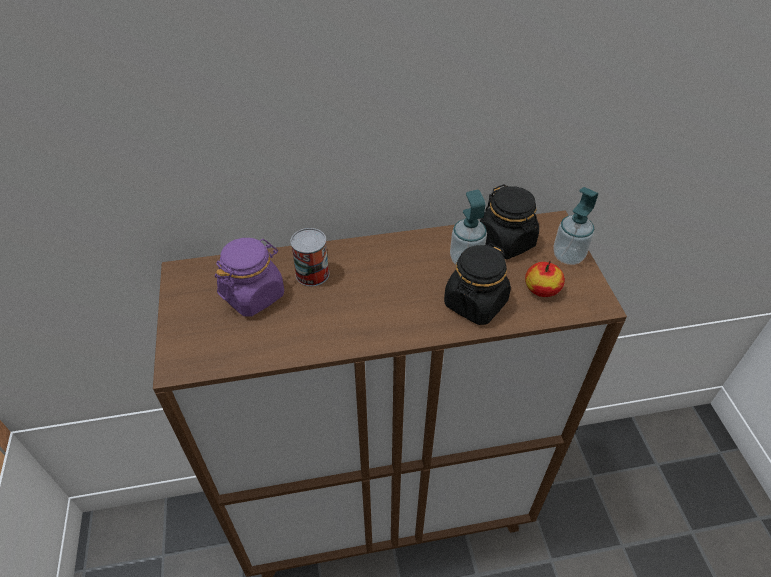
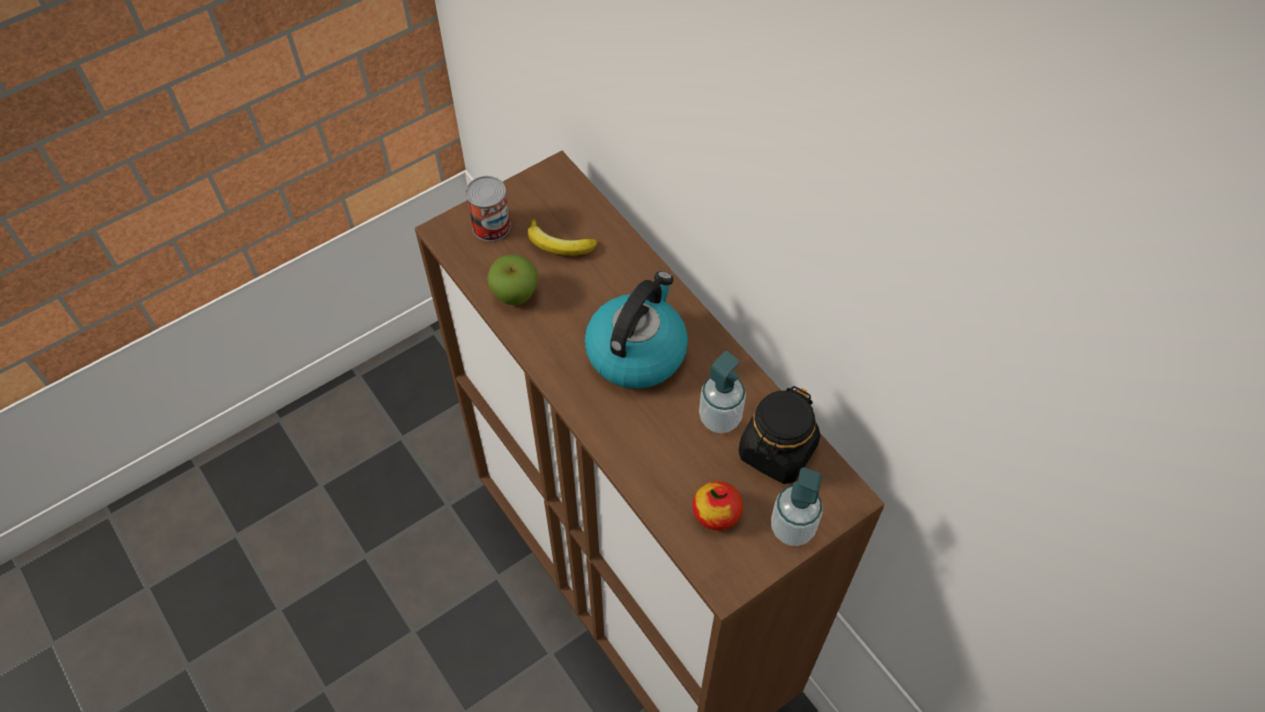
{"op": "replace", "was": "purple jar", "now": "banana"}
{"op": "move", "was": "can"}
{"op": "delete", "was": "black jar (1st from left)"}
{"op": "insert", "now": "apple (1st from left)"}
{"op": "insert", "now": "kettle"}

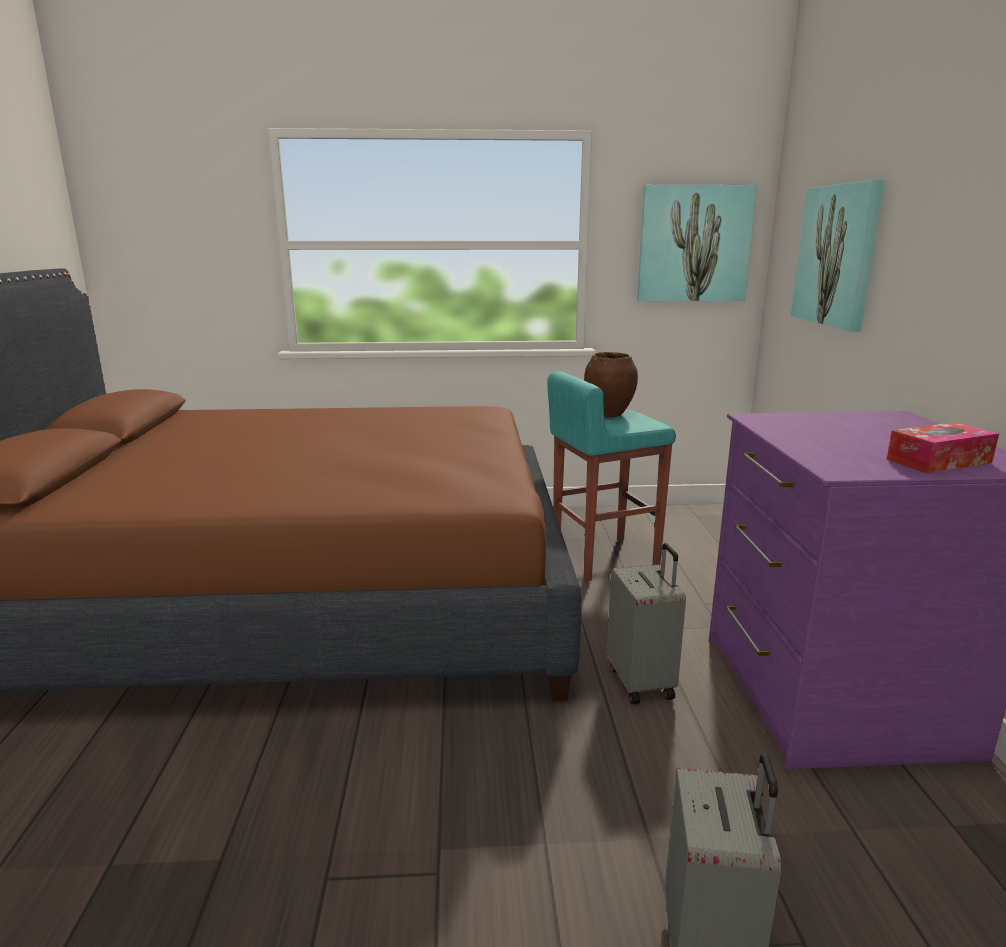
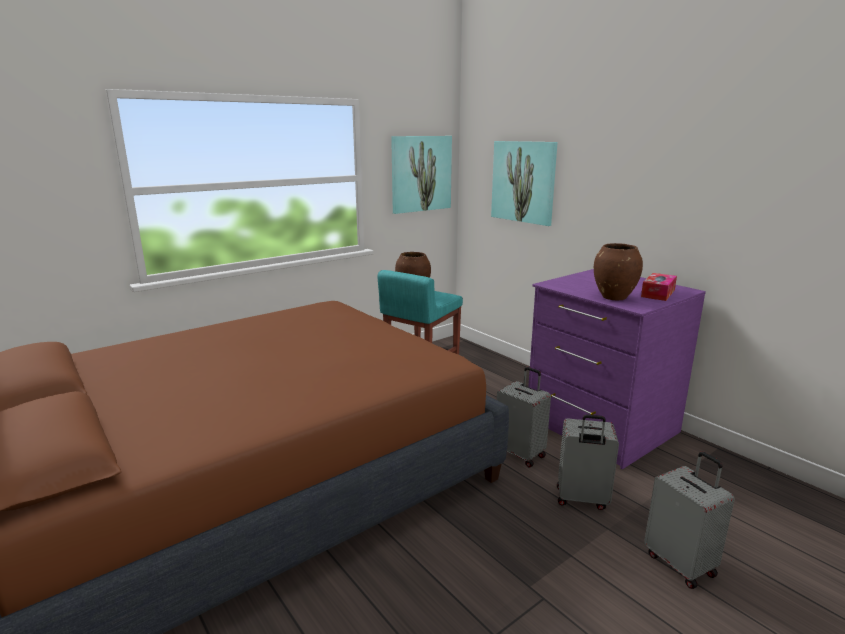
{"op": "insert", "now": "grey suitcase (2nd from left)"}
{"op": "insert", "now": "brown vase (2nd from left)"}

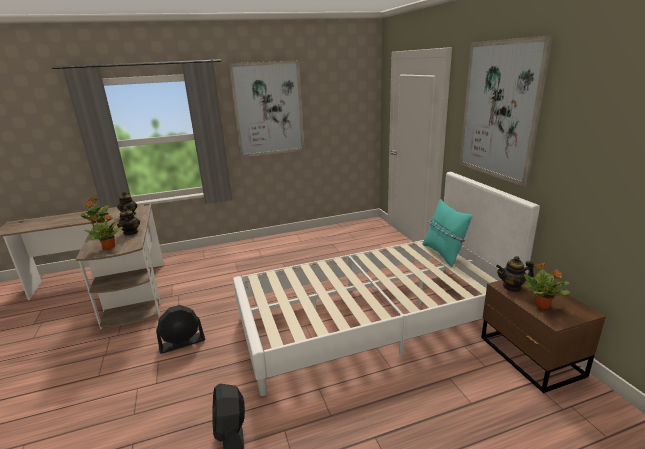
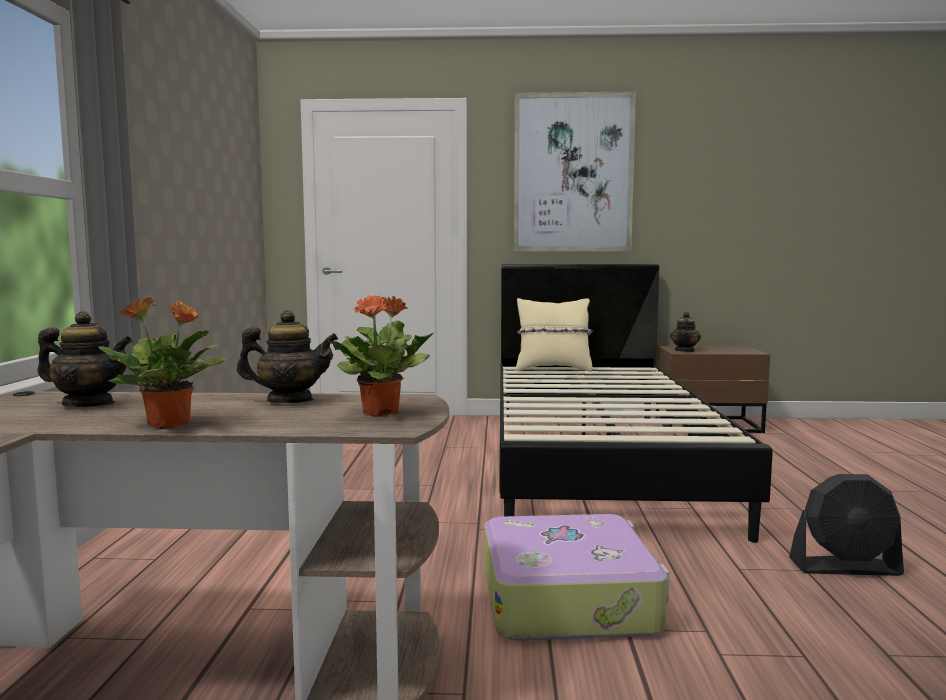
{"op": "replace", "was": "black fan (1st from left)", "now": "suitcase"}
{"op": "delete", "was": "picture (1st from left)"}
{"op": "recolor", "was": "white bed", "now": "black bed"}
{"op": "recolor", "was": "turquoise pillow", "now": "beige pillow"}
{"op": "delete", "was": "potted plant (3rd from left)"}

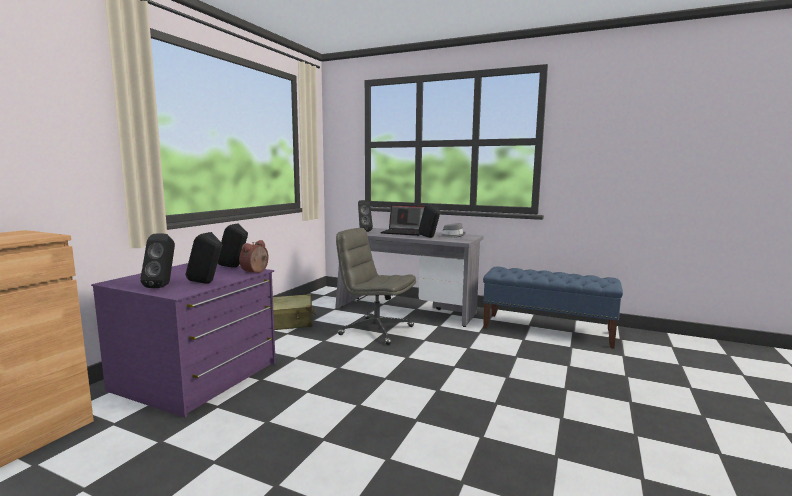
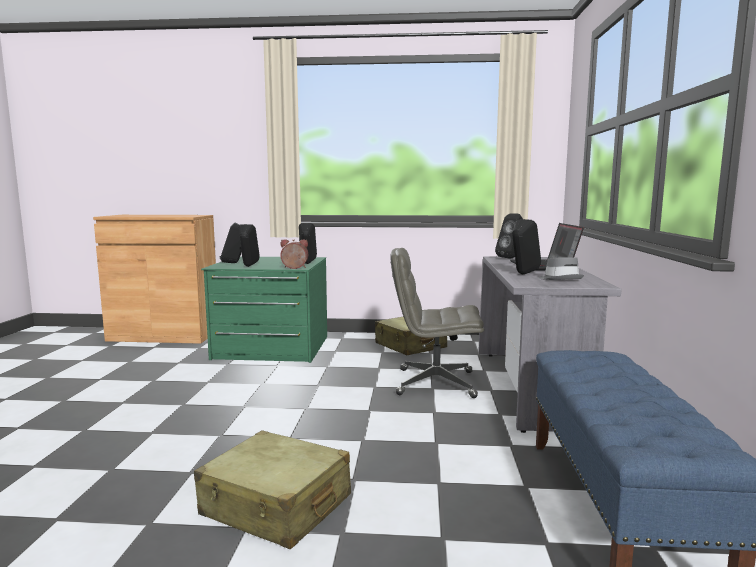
{"op": "recolor", "was": "purple dresser", "now": "green dresser"}
{"op": "rotate", "was": "grey office chair", "clockwise": -90}
{"op": "insert", "now": "beige suitcase (1st from left)"}

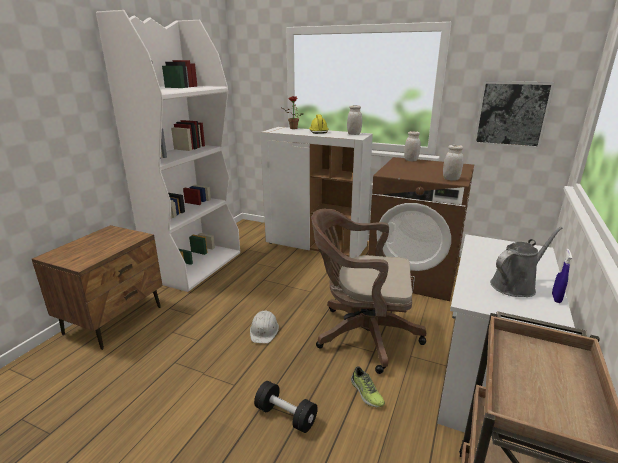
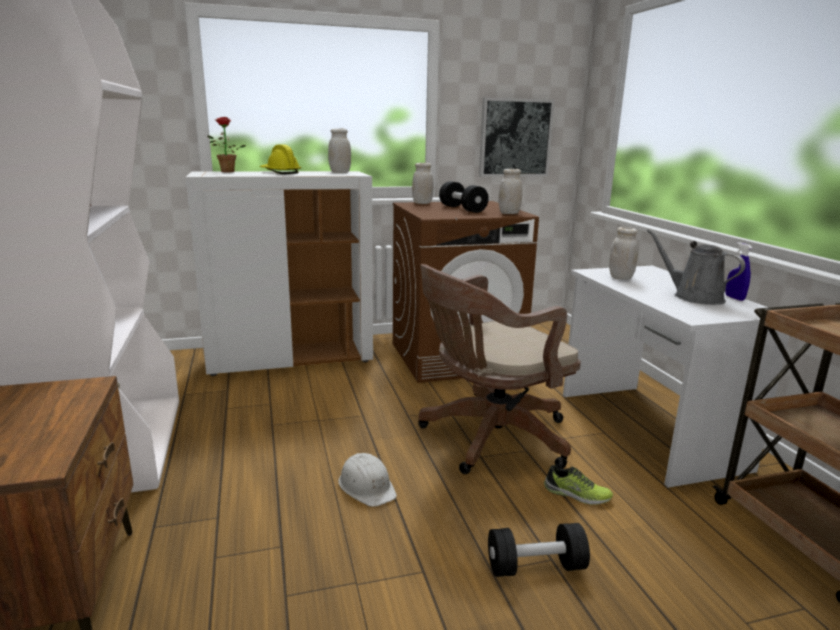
{"op": "rotate", "was": "grey watering can", "clockwise": -60}
{"op": "insert", "now": "black dumbbell (1st from left)"}
{"op": "insert", "now": "white jar (4th from left)"}

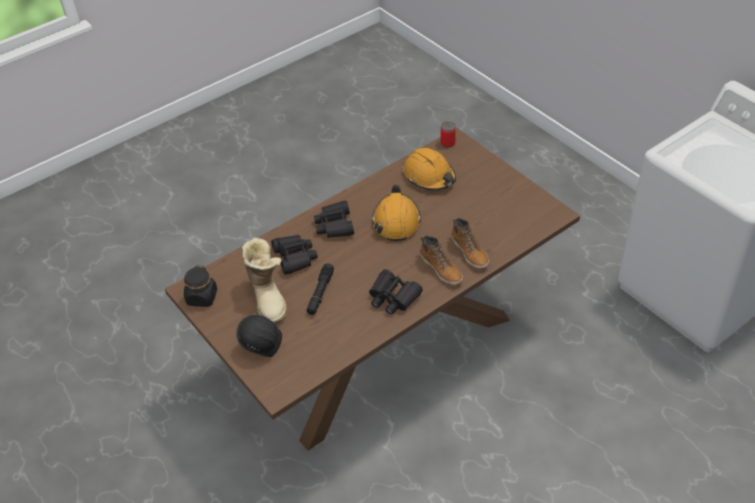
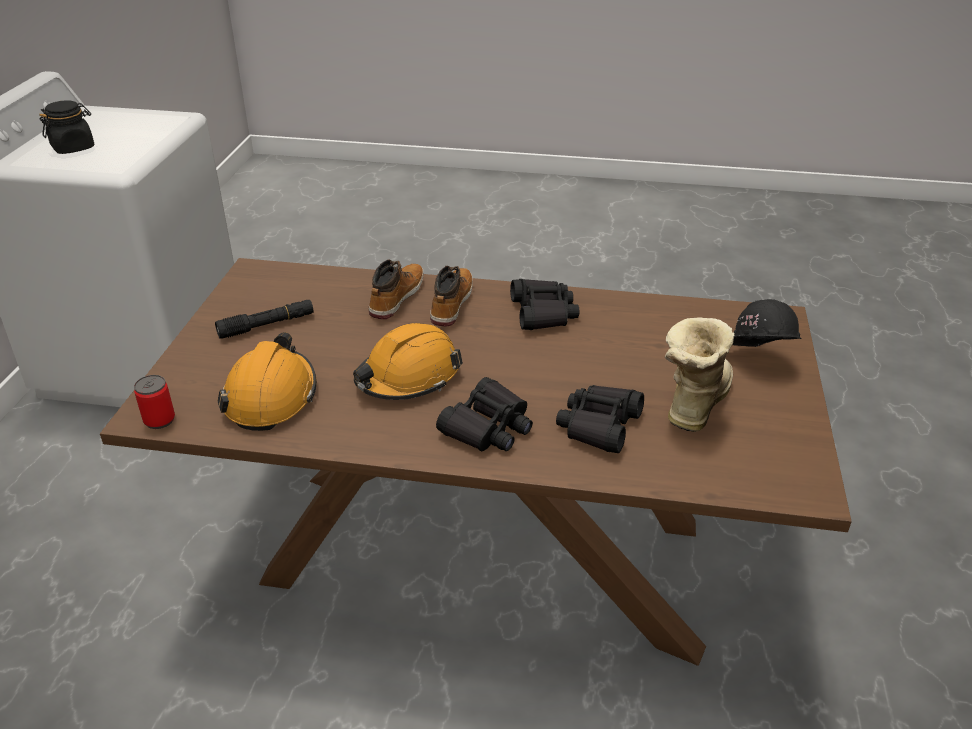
{"op": "move", "was": "black jar"}
{"op": "move", "was": "black flashlight"}

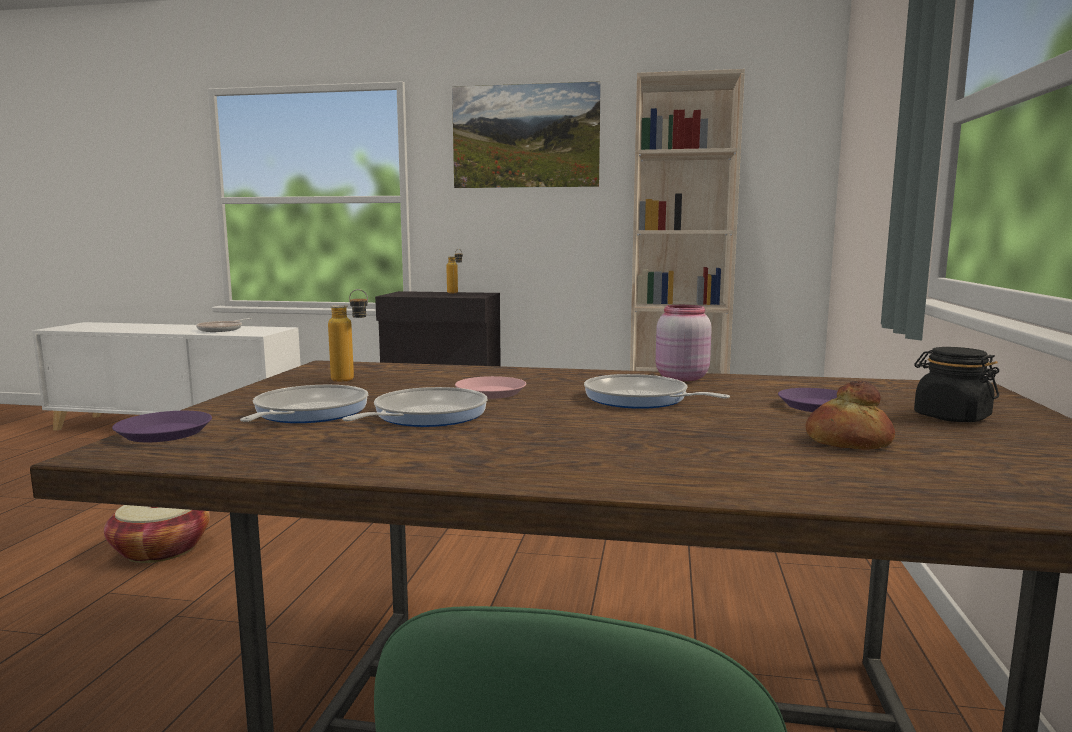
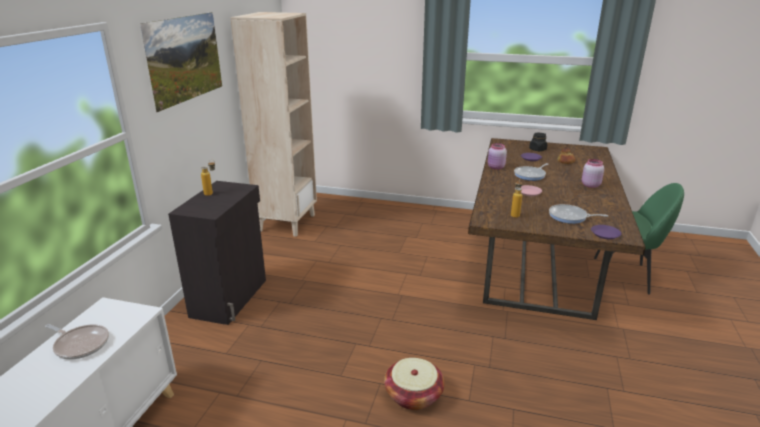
{"op": "delete", "was": "frying pan (3rd from left)"}
{"op": "insert", "now": "pink jar (2nd from left)"}

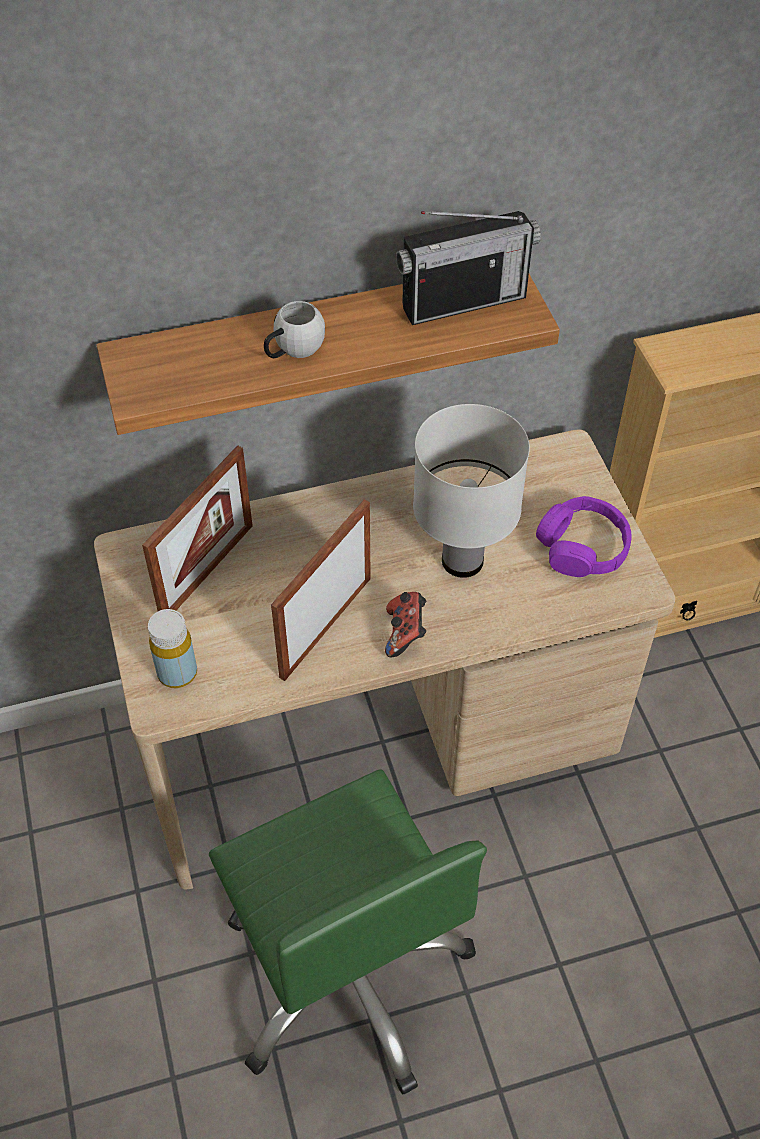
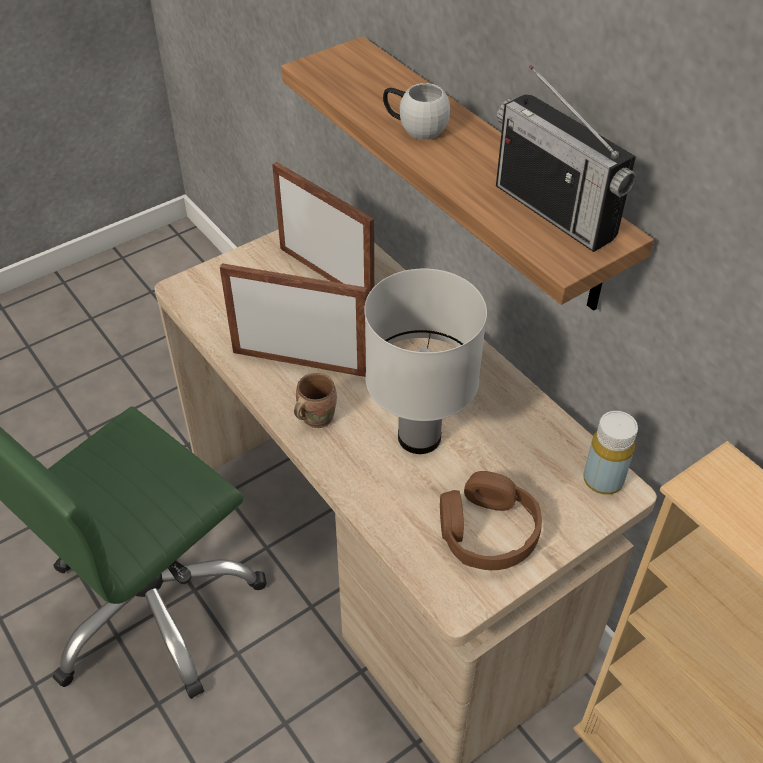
{"op": "rotate", "was": "picture frame (1st from left in the first image)", "clockwise": -150}
{"op": "move", "was": "yellow bottle"}
{"op": "replace", "was": "game controller", "now": "brown mug"}
{"op": "recolor", "was": "purple headphones", "now": "brown headphones"}

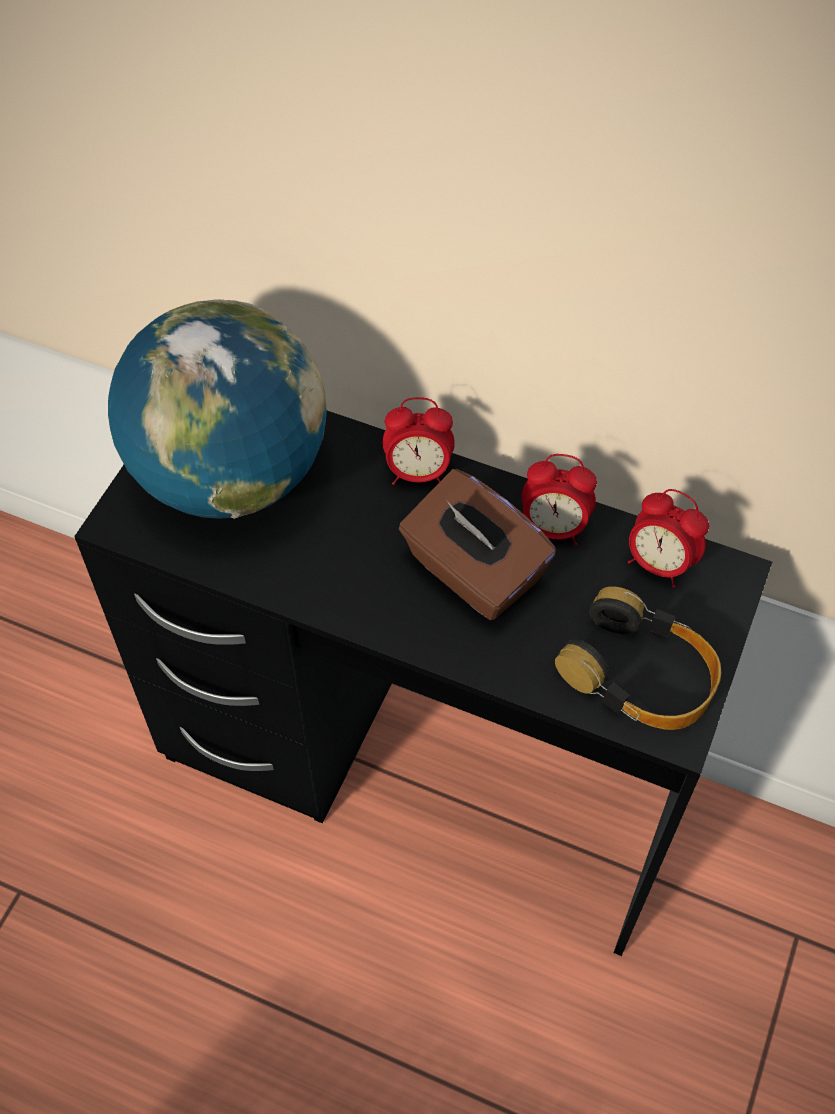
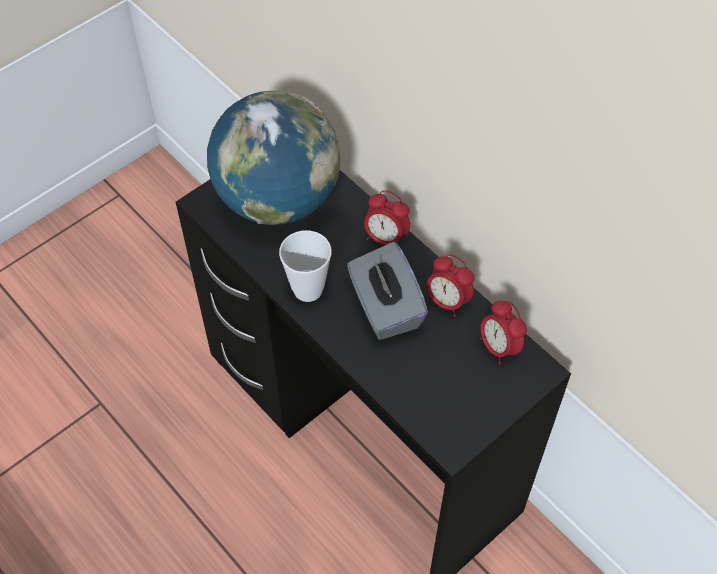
{"op": "recolor", "was": "brown tissue box", "now": "grey tissue box"}
{"op": "delete", "was": "headphones"}
{"op": "insert", "now": "cup"}

